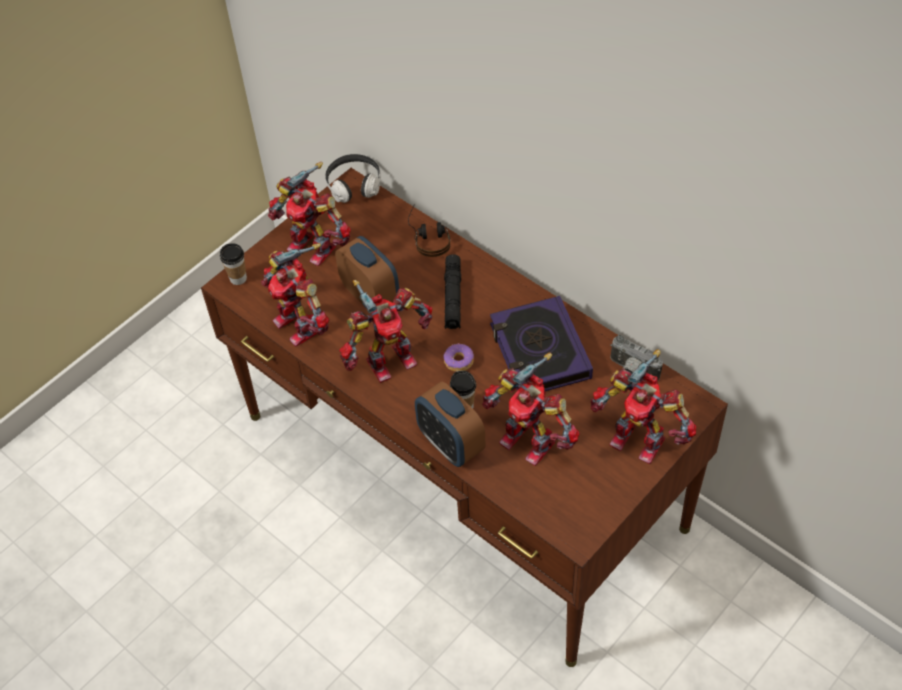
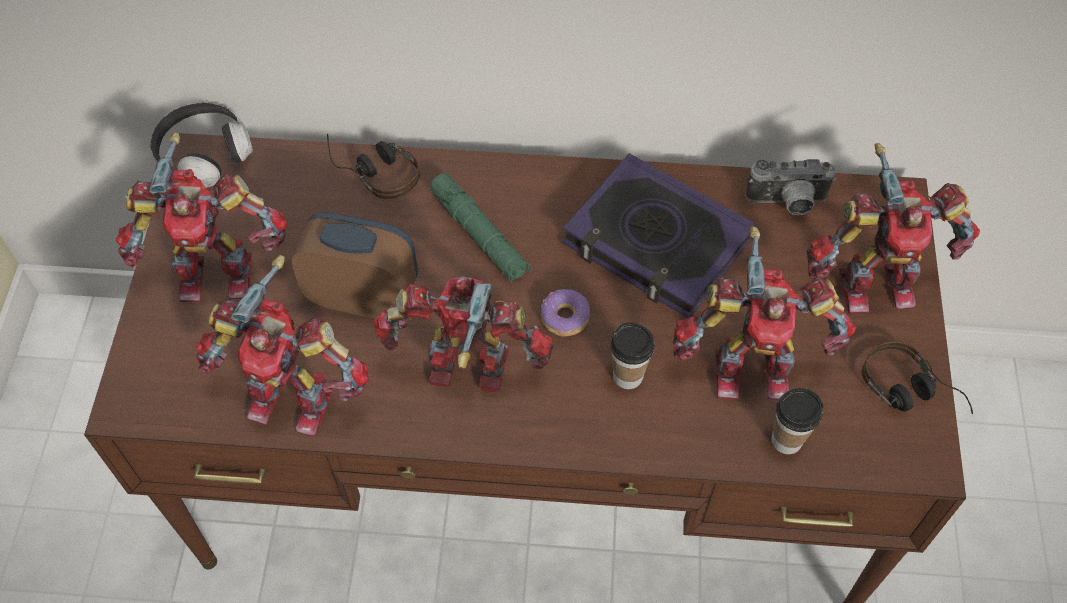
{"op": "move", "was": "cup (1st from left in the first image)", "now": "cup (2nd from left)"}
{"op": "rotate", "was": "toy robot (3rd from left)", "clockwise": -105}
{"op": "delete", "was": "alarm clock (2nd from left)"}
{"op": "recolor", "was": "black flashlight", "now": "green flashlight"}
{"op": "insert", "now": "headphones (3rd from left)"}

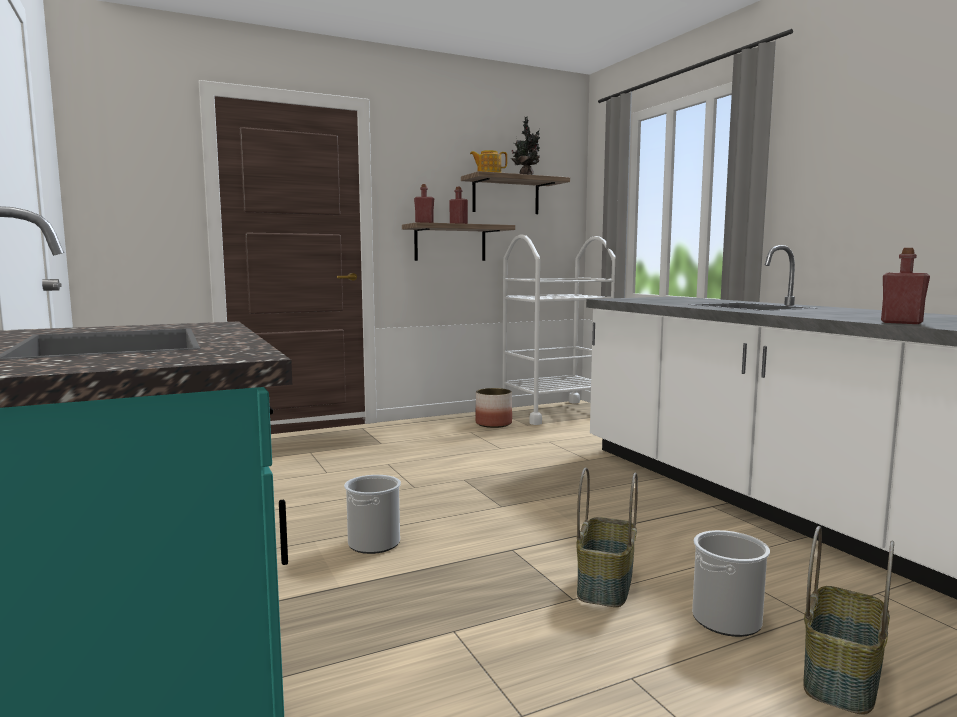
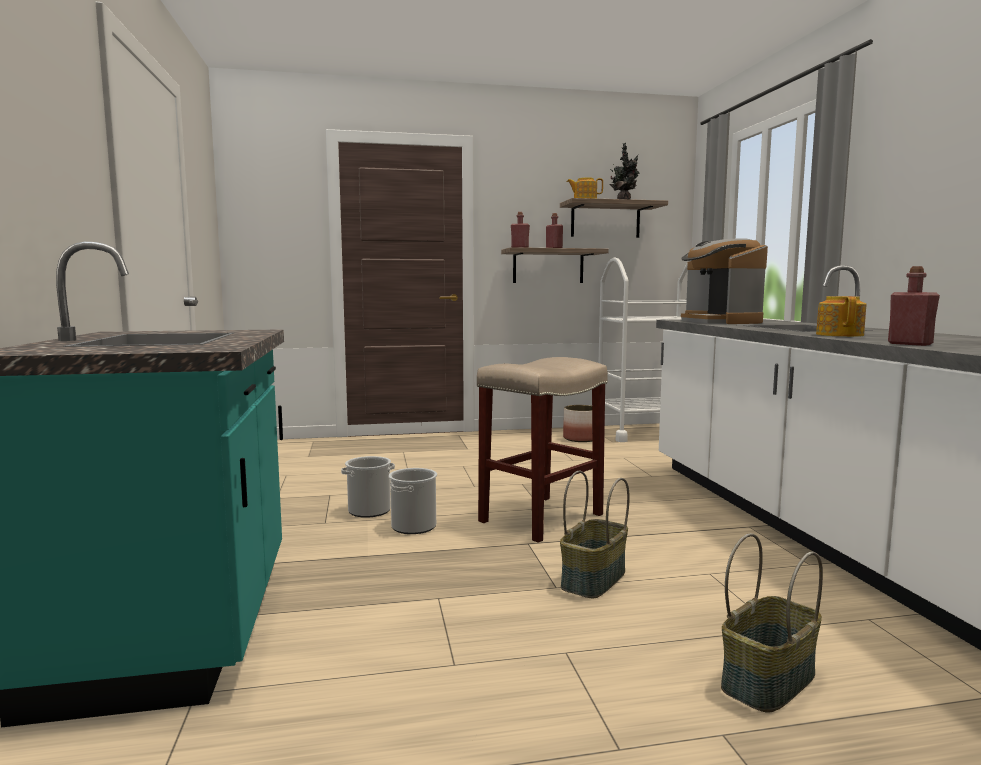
{"op": "move", "was": "bucket (2nd from left in the first image)", "now": "bucket (1st from left)"}
{"op": "insert", "now": "beige stool"}
{"op": "insert", "now": "coffee machine"}
{"op": "insert", "now": "teapot (2nd from left)"}

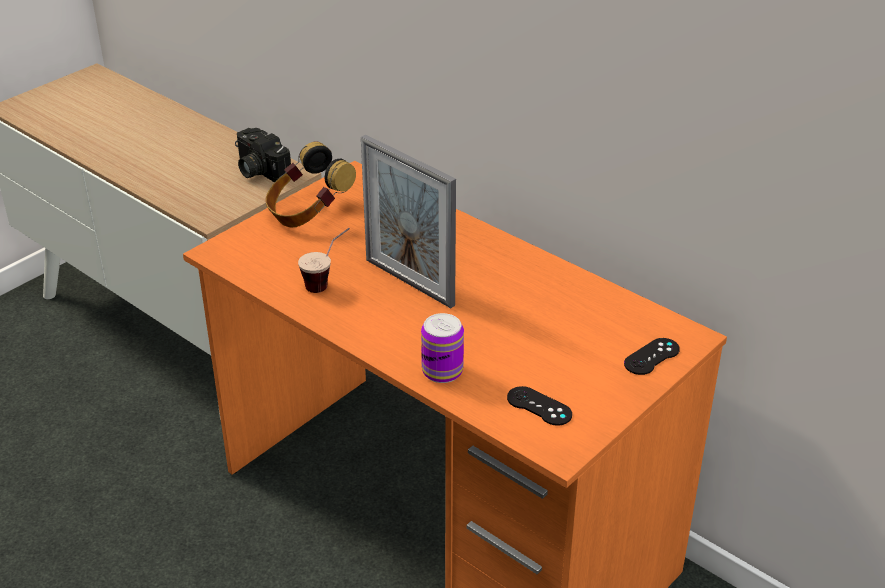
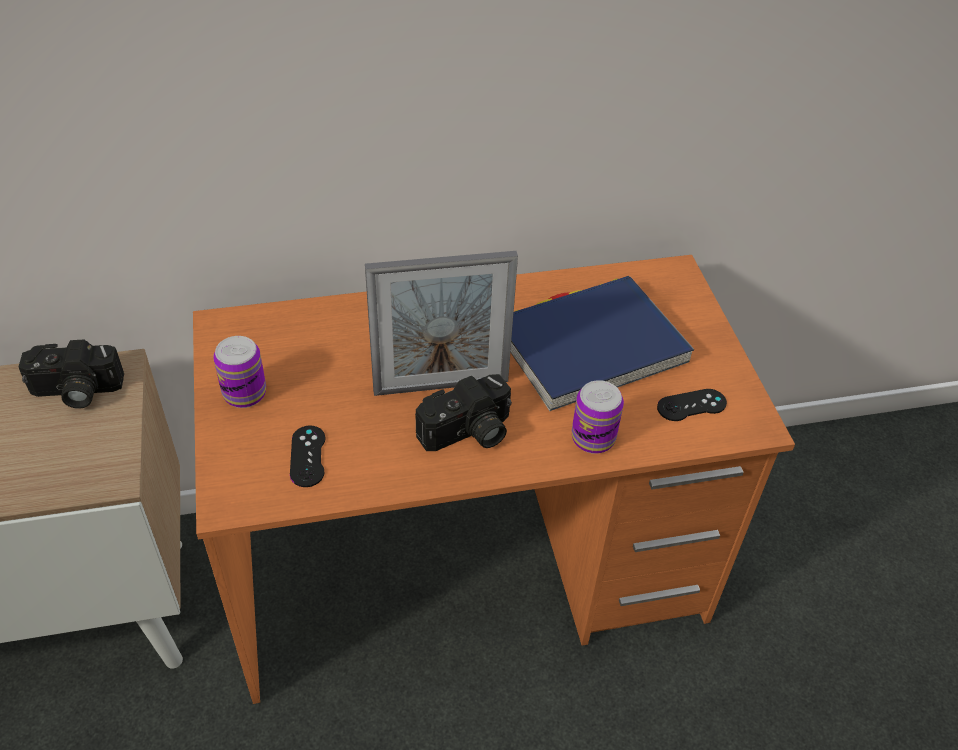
{"op": "replace", "was": "headphones", "now": "can (1st from left)"}
{"op": "delete", "was": "cup"}
{"op": "move", "was": "black game controller (2nd from left in the first image)", "now": "black game controller (1st from left)"}
{"op": "insert", "now": "photo camera (2nd from left)"}
{"op": "insert", "now": "blue book"}

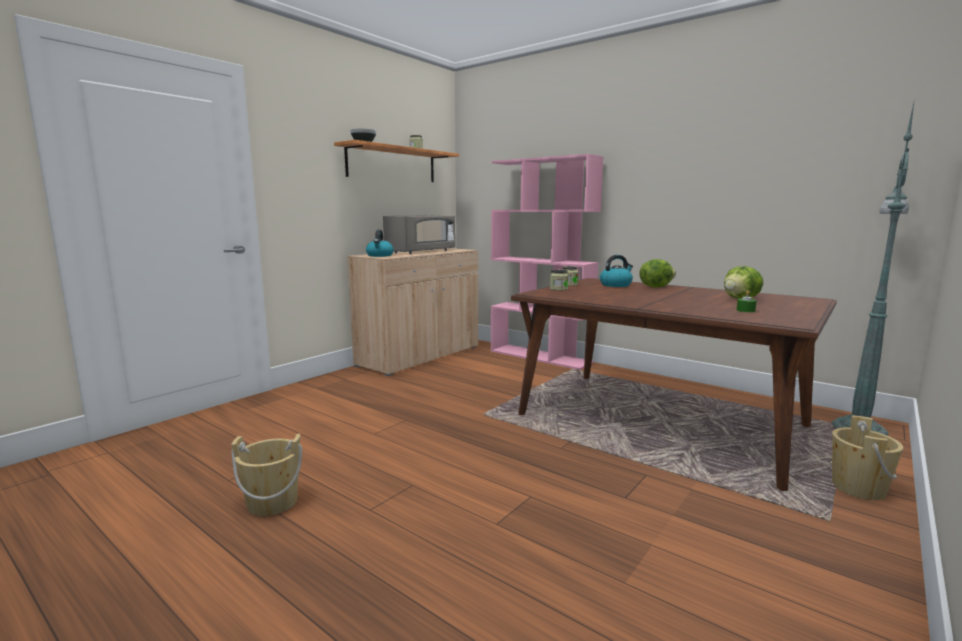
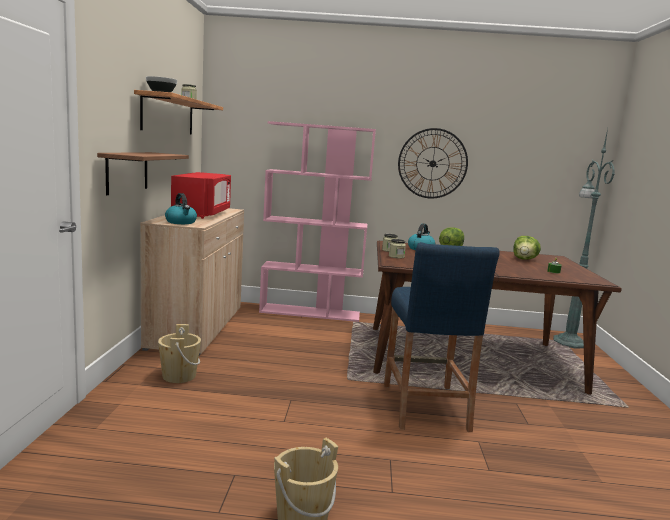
{"op": "recolor", "was": "grey microwave", "now": "red microwave"}
{"op": "move", "was": "beige bucket (2nd from left in the first image)", "now": "beige bucket (1st from left)"}
{"op": "insert", "now": "shelf (1st from left)"}
{"op": "insert", "now": "blue stool"}
{"op": "insert", "now": "wall clock"}

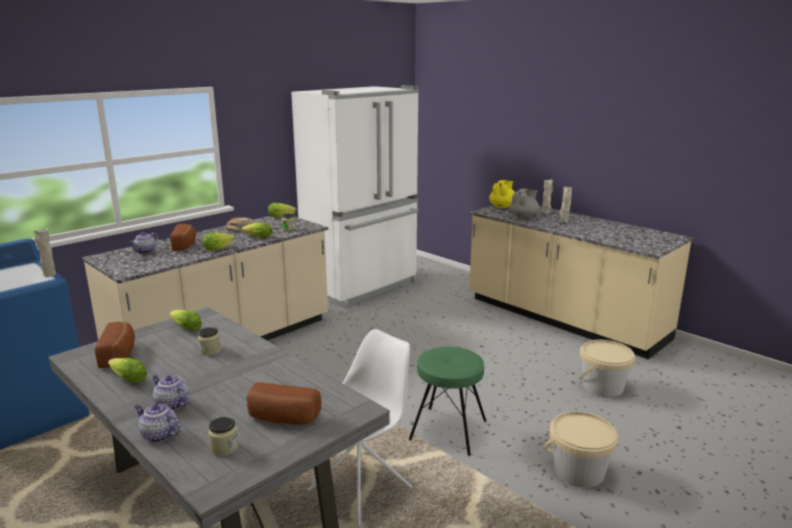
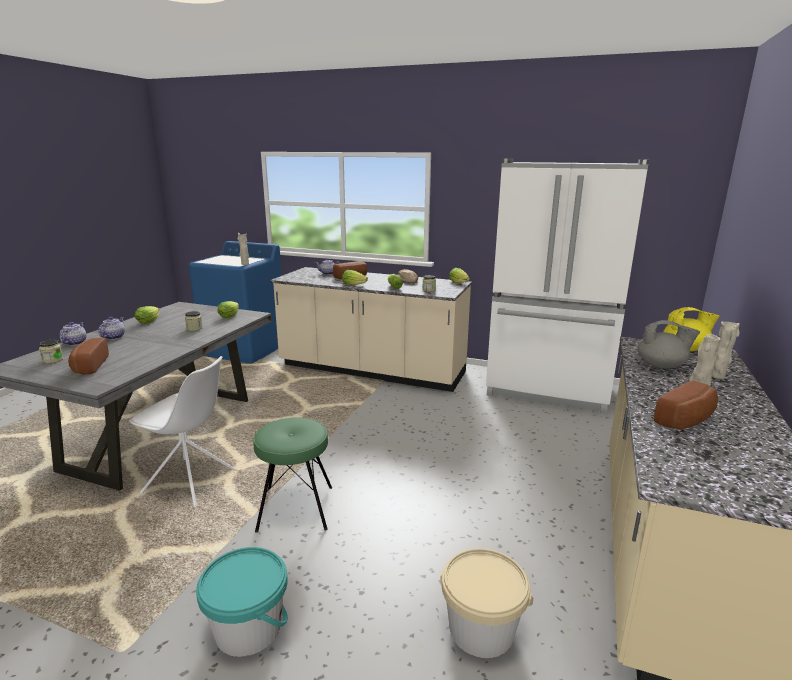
{"op": "move", "was": "bread (1st from left in the first image)", "now": "bread (4th from left)"}
{"op": "recolor", "was": "beige bucket (1st from left)", "now": "turquoise bucket"}

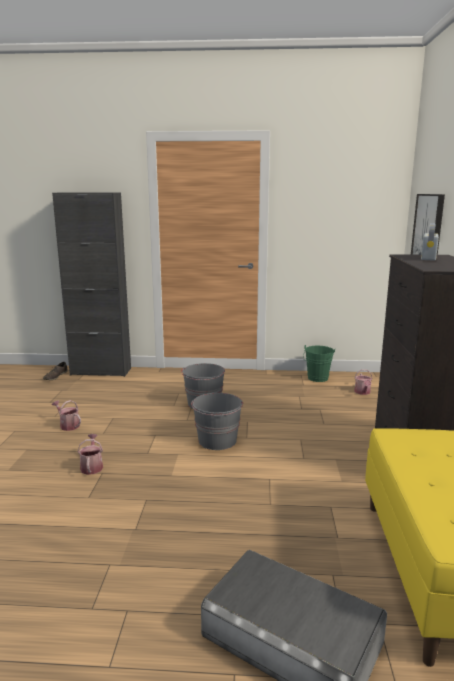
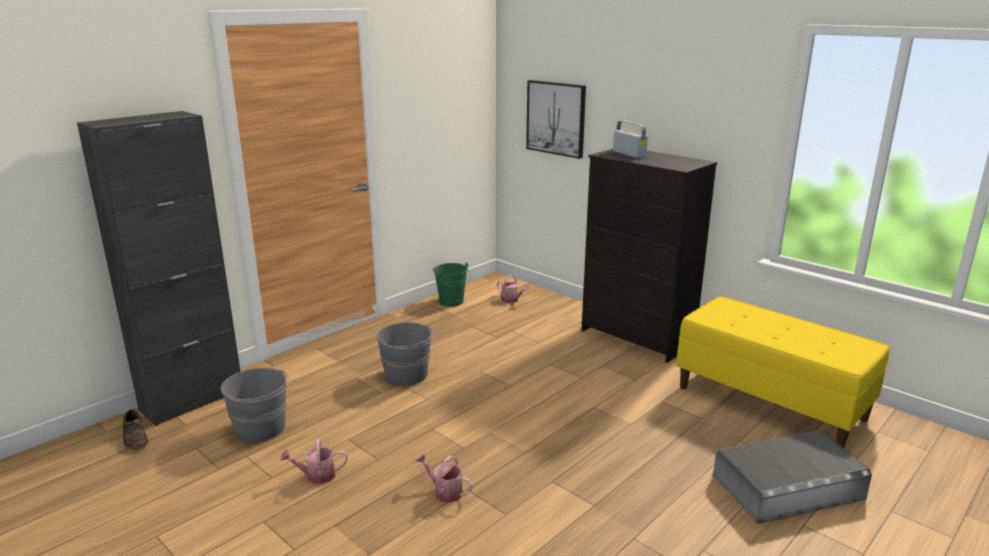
{"op": "move", "was": "grey bucket (2nd from left in the first image)", "now": "grey bucket (1st from left)"}

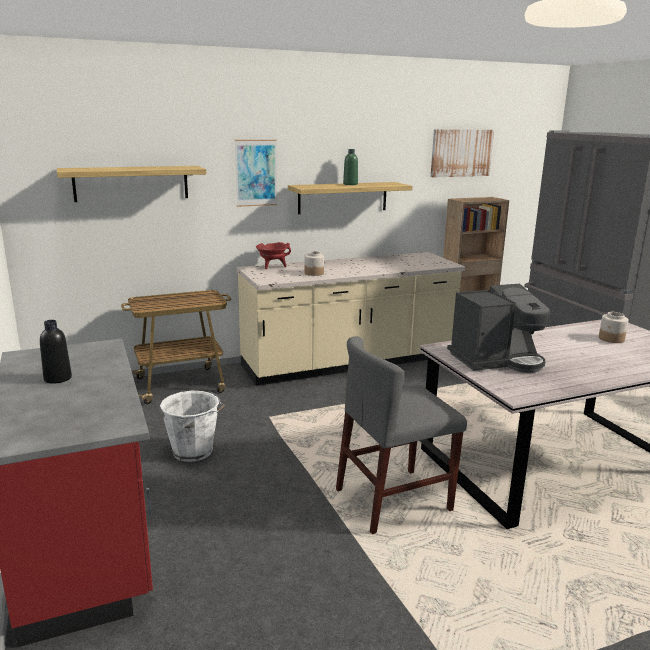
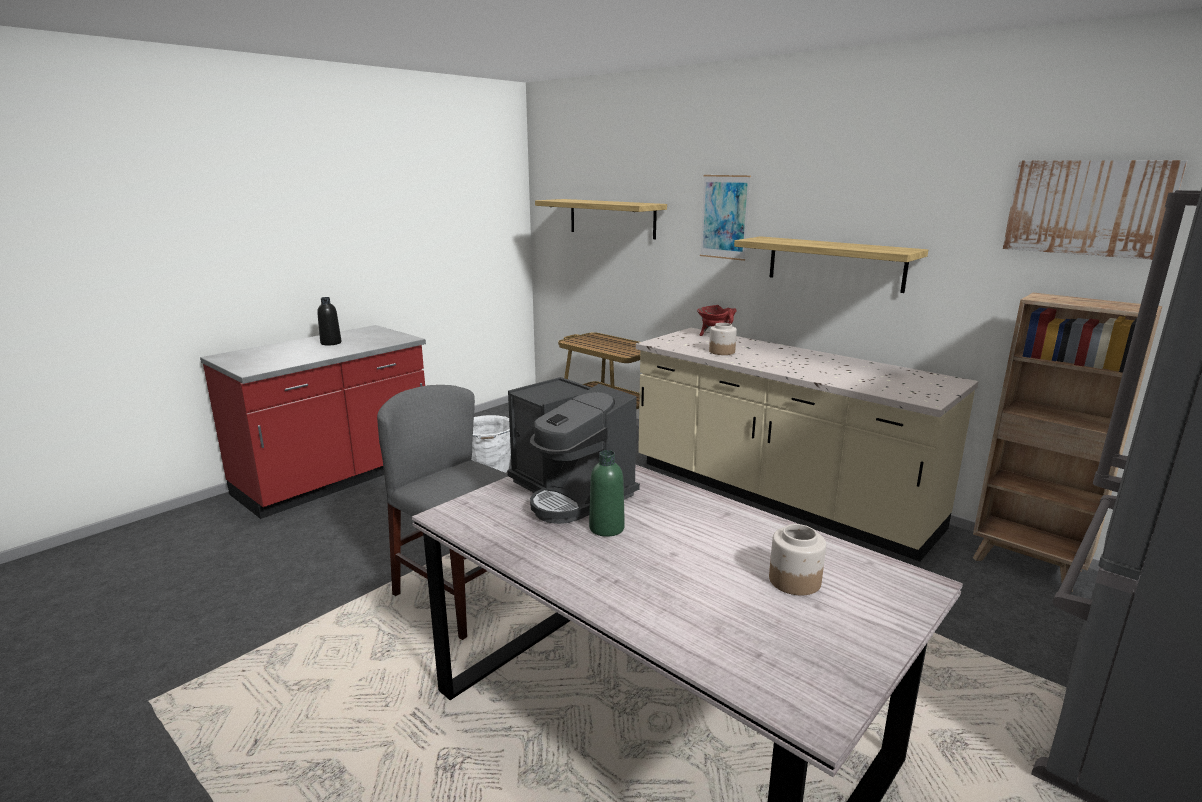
{"op": "move", "was": "green bottle"}

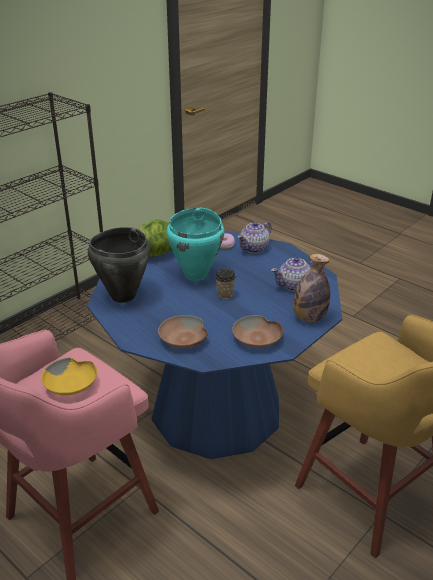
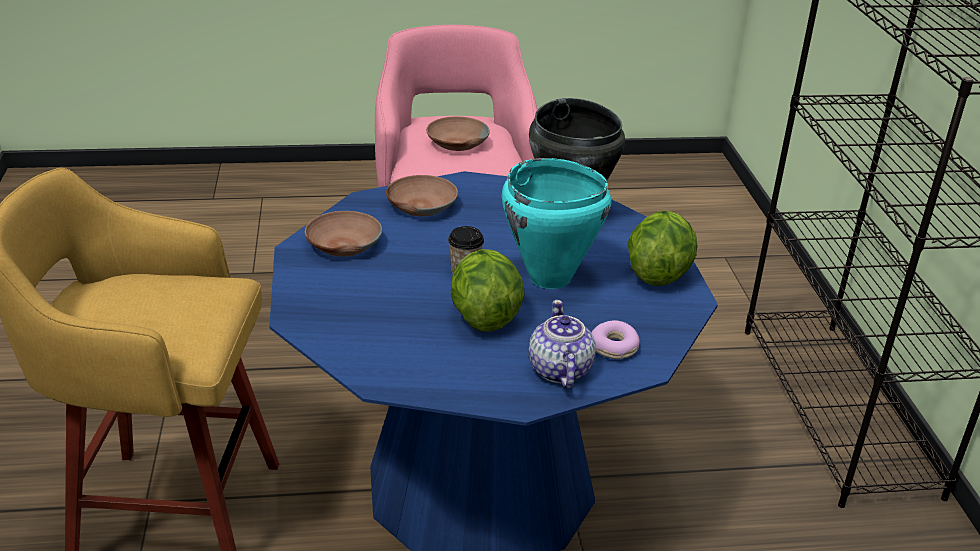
{"op": "recolor", "was": "yellow bowl", "now": "brown bowl (3rd from left)"}
{"op": "delete", "was": "teapot (2nd from left)"}
{"op": "delete", "was": "bottle"}
{"op": "insert", "now": "lettuce (1st from left)"}

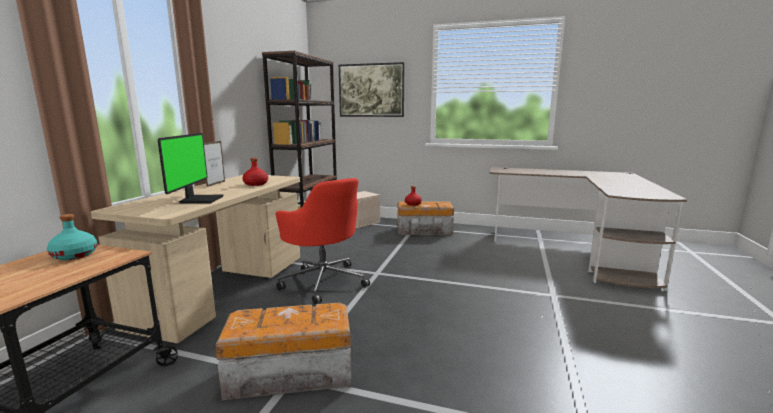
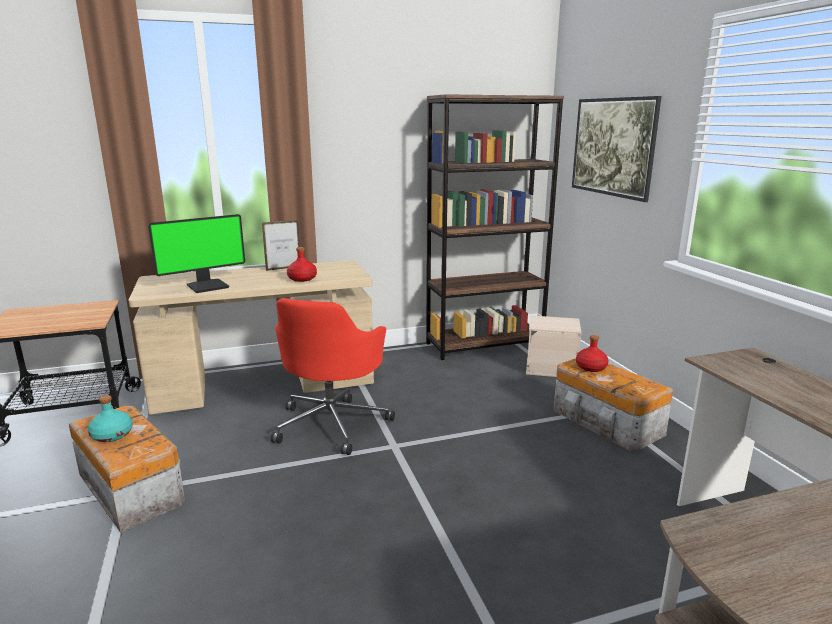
{"op": "move", "was": "turquoise bottle"}

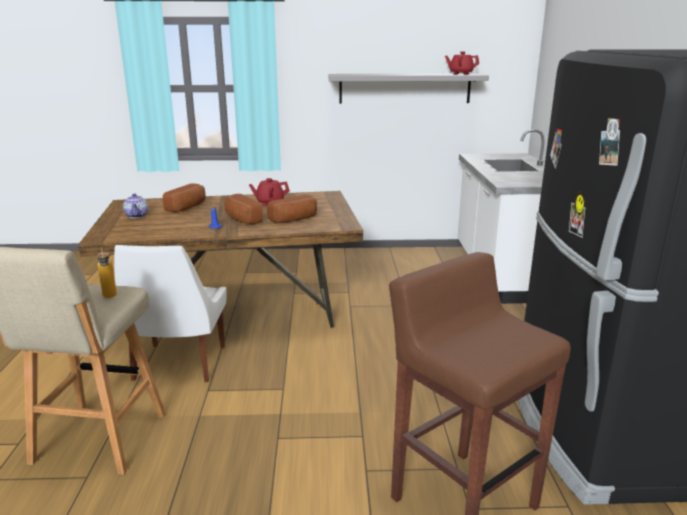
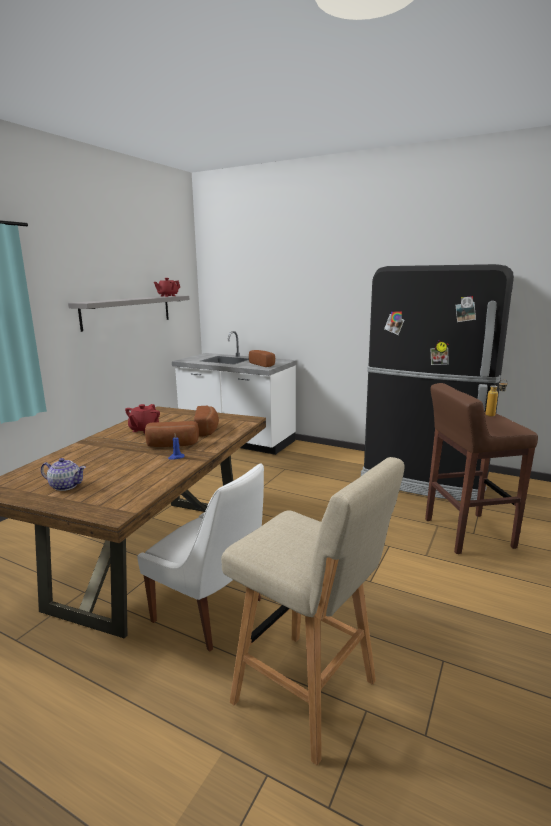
{"op": "move", "was": "bottle"}
{"op": "move", "was": "bread (1st from left in the first image)", "now": "bread (3rd from left)"}

